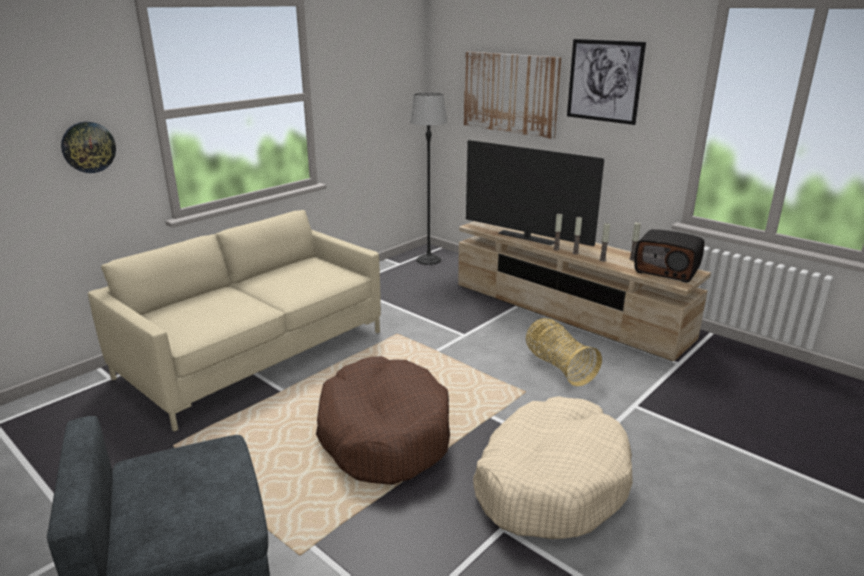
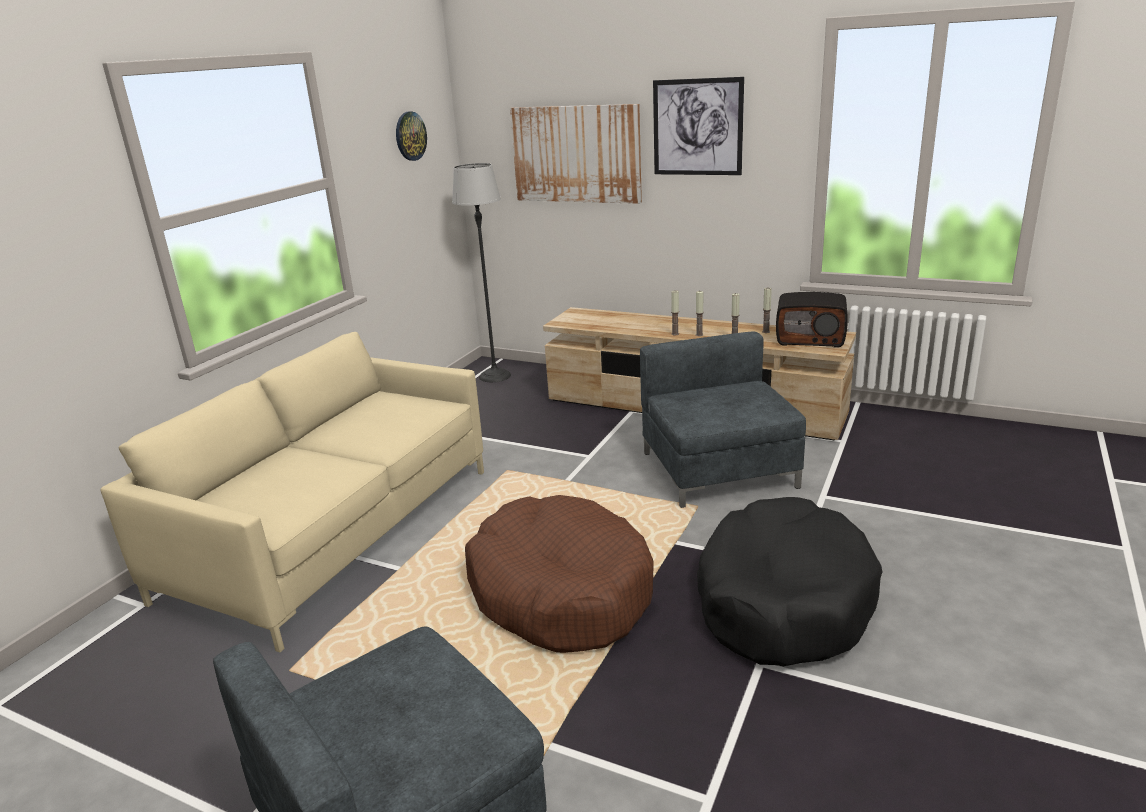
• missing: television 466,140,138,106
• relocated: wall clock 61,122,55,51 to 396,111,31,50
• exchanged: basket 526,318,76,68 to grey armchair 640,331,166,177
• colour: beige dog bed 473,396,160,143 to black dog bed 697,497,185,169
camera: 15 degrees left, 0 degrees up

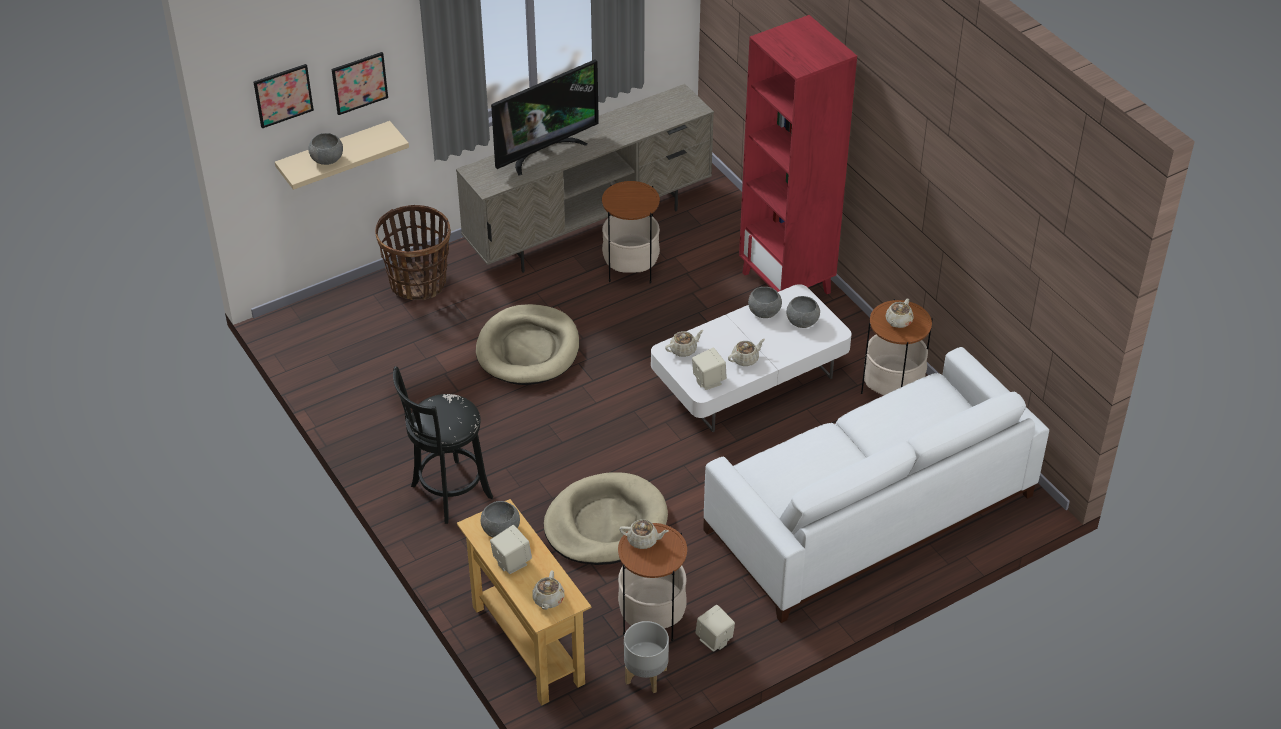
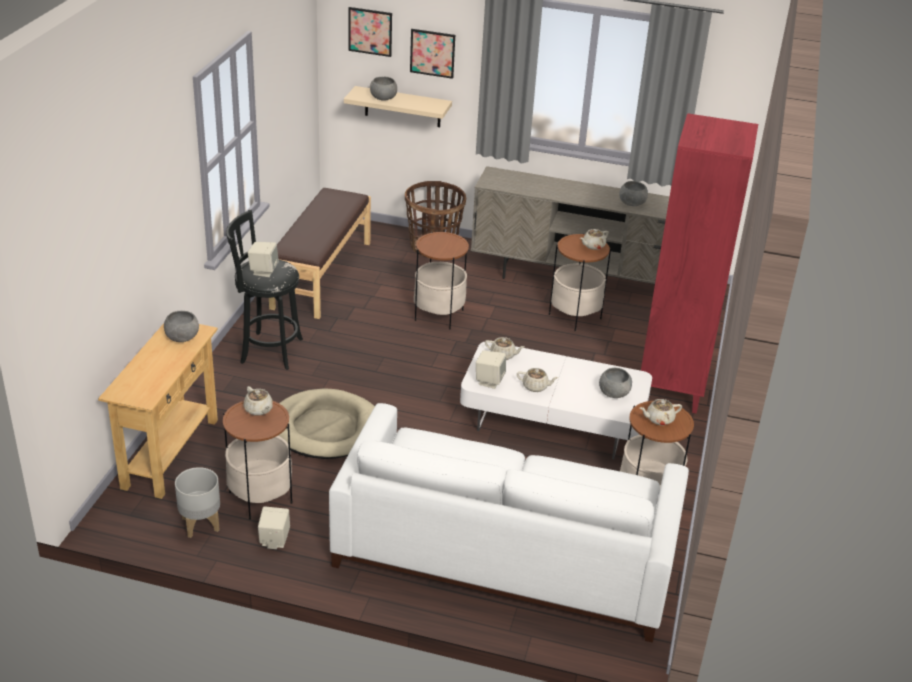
• missing: television 491,59,108,116
• appeared: brown bench 269,188,102,131
• relocated: beige speaker 490,525,42,49 to 248,242,31,35
• relocated: beige teapot 532,570,32,40 to 580,229,29,21
• relocated: grey bowl 748,287,34,31 to 619,181,29,25
• exchanged: beige dog bed 476,304,103,81 to side table 414,232,55,97
camera: 45 degrees right, 10 degrees down

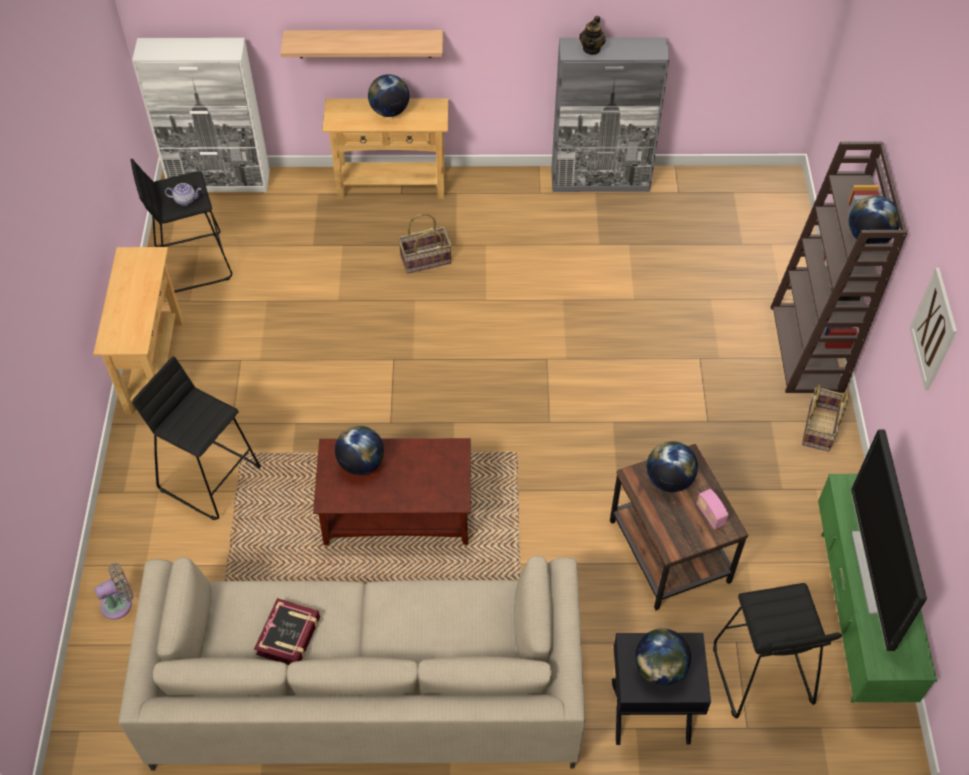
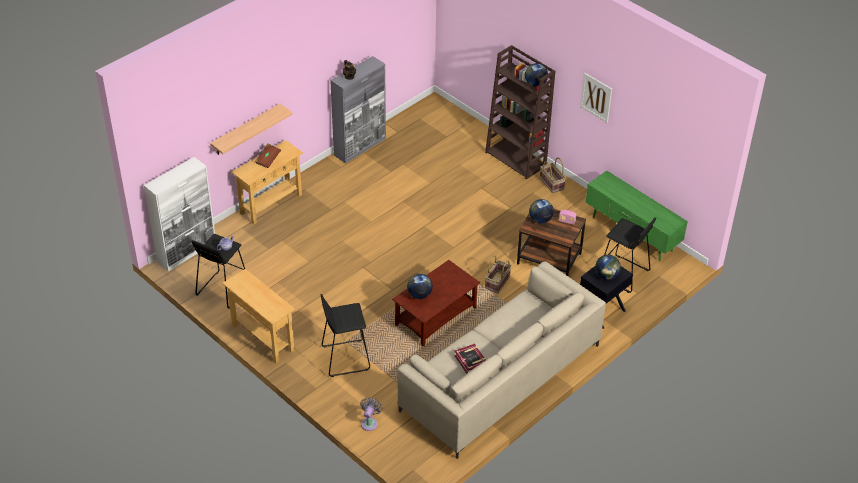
• missing: television 851,430,76,221
• relocated: basket 398,213,54,61 to 485,255,27,39
• exchanged: globe 368,74,41,43 to brown book 255,144,26,24
camera: 45 degrees left, 10 degrees down

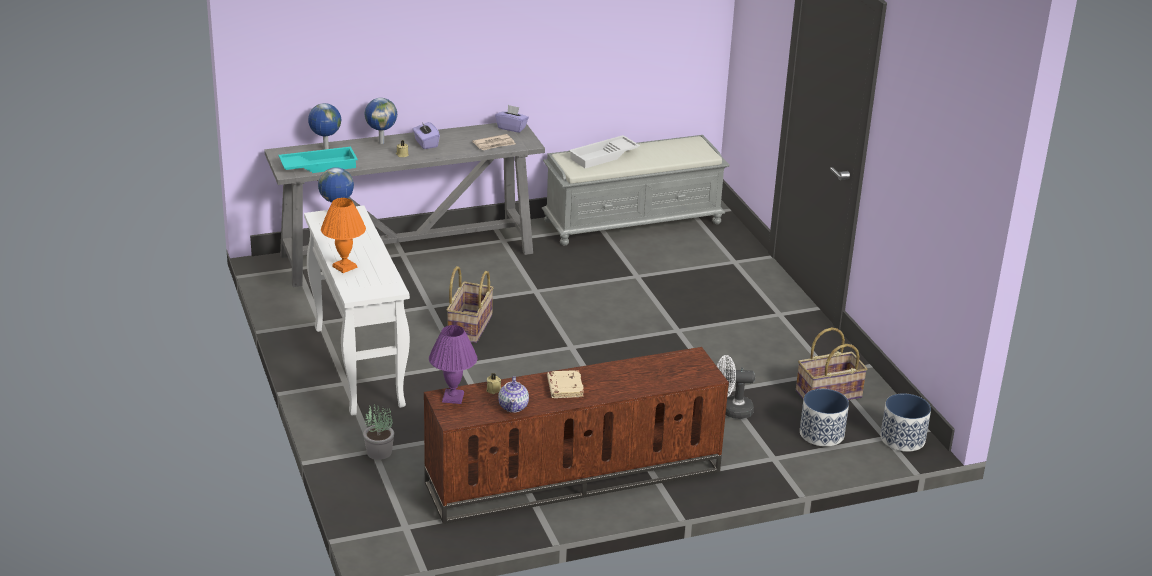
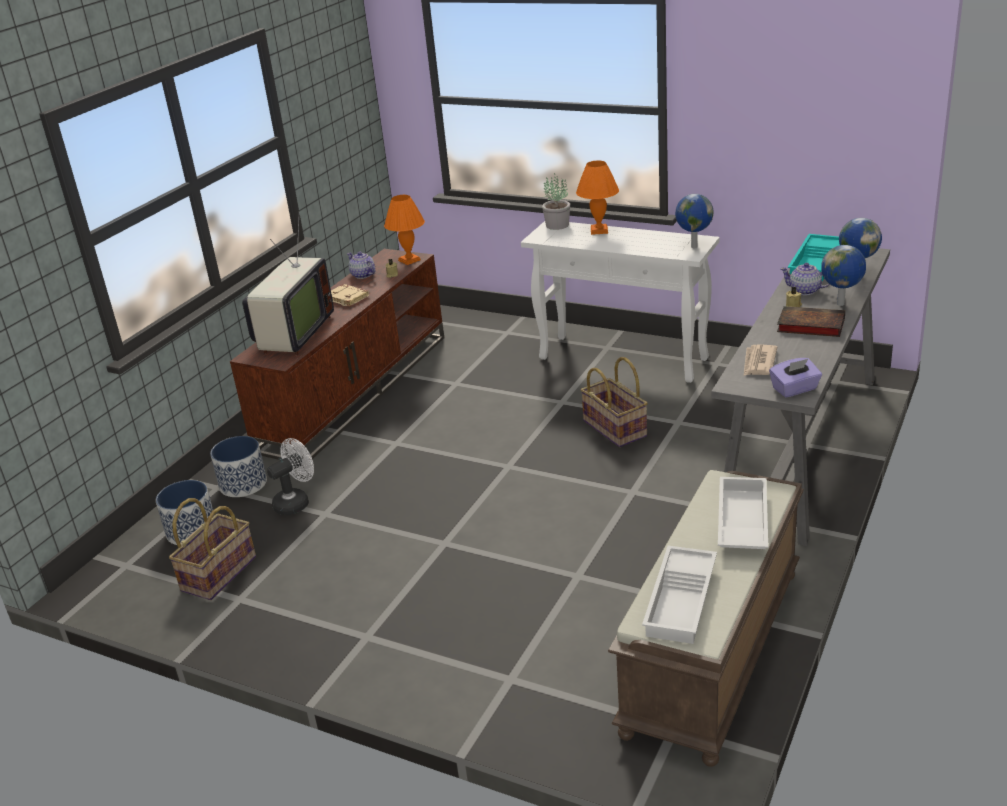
• appeared: television 242,211,92,144
• appeared: white tray 642,545,75,99
• appeared: teapot 780,263,50,32
• relocated: potted plant 363,404,31,56 to 542,173,28,57
• relocated: planter 880,393,51,59 to 210,436,57,61
• exchanged: purple tissue box 413,122,27,27 to book 777,306,68,31
• colour: purple table lamp 429,325,48,79 to orange table lamp 384,195,41,70
• colour: grey bench 542,135,188,110 to brown bench 608,470,196,297
camera: 140 degrees right, 0 degrees up

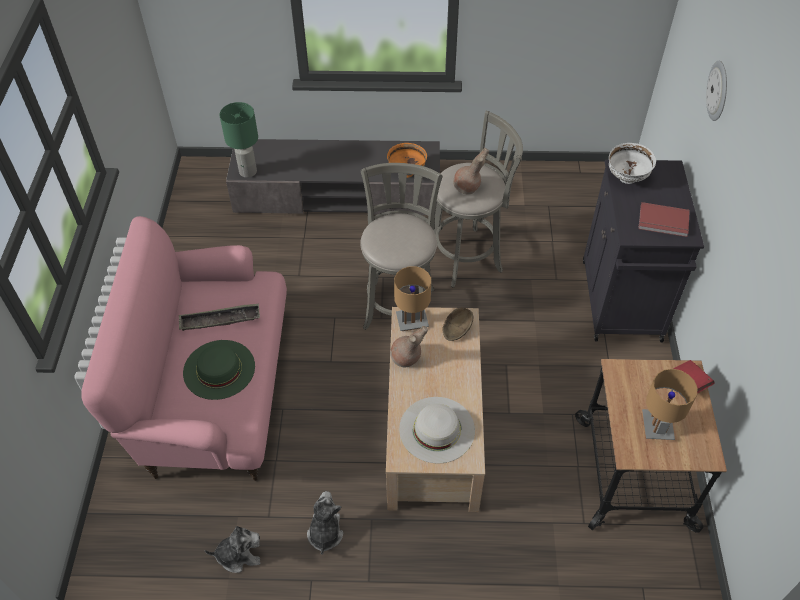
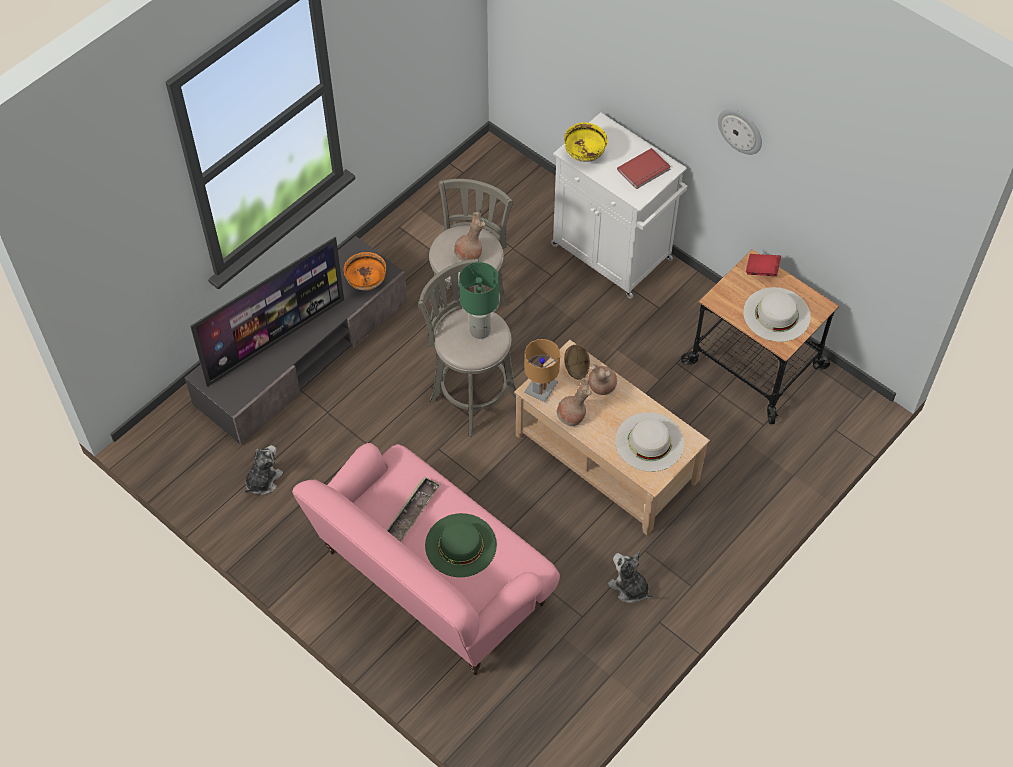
• appeared: television 190,237,154,150
• appeared: brown vase 588,364,29,31
• relocated: plush toy 205,526,55,47 to 244,445,39,50
• relocated: green table lamp 220,102,38,76 to 459,262,40,77
• relocated: wall clock 706,61,21,60 to 718,109,44,46
• exchanged: brown table lamp 642,369,55,71 to white hat 743,287,68,55
• colour: black cabinet 583,160,121,182 to white cabinet 551,112,136,187
• colour: white bowl 609,143,47,41 to yellow bowl 564,122,44,40
camera: 50 degrees left, 5 degrees up

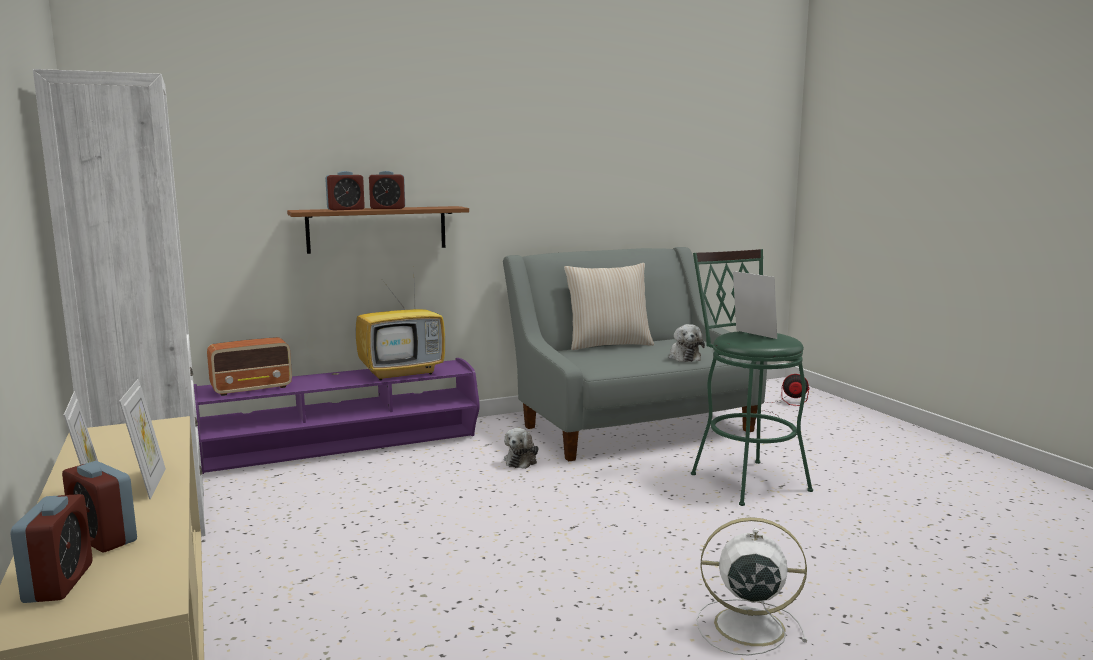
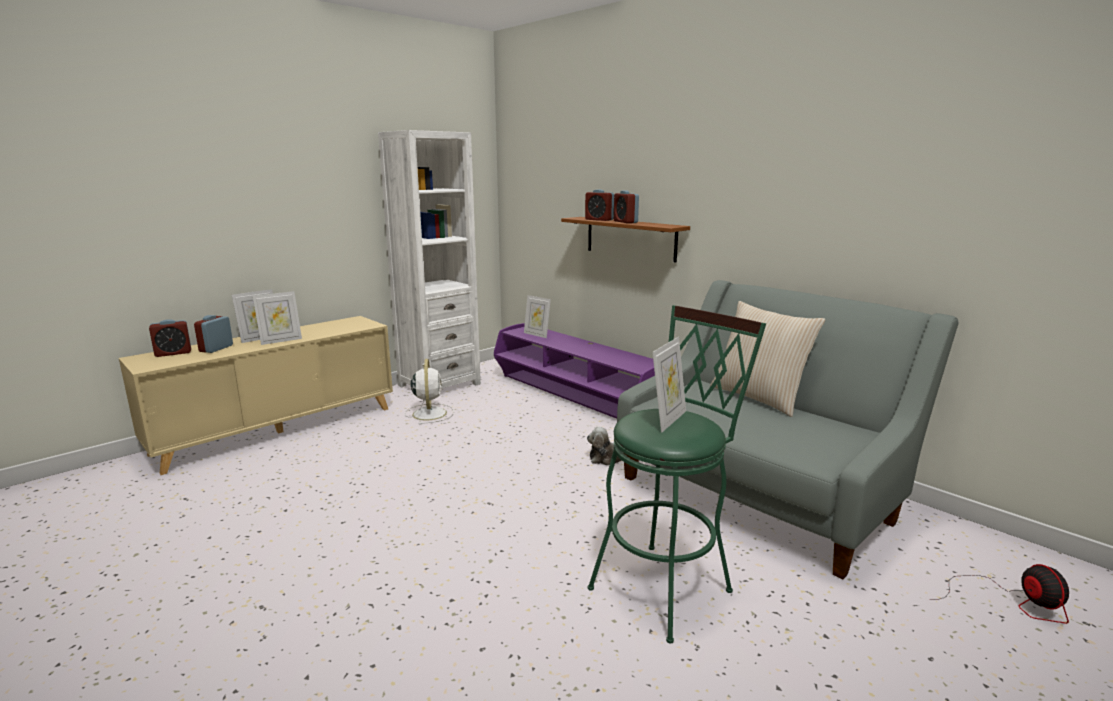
• missing: television 356,277,89,104
• missing: plush toy 669,324,36,38
• relocated: white fan 697,517,110,139 to 405,359,49,66
• exchanged: radio 207,337,85,59 to picture frame 524,295,27,43
camera: 70 degrees right, 5 degrees up

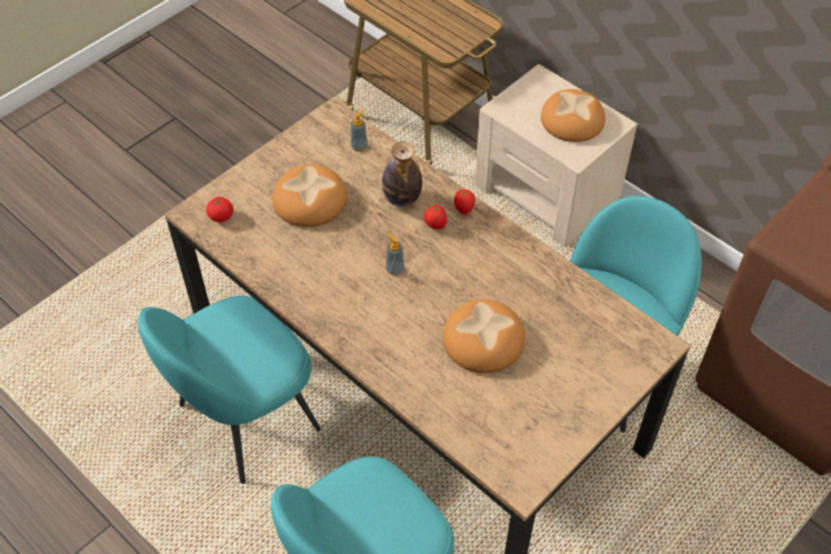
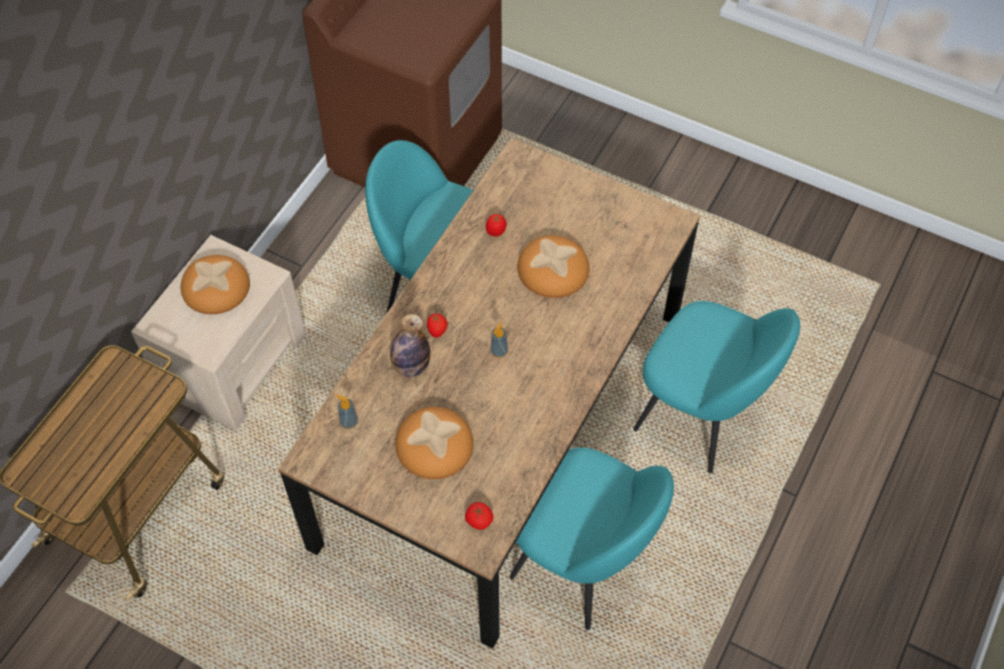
• relocated: tomato 454,189,21,25 to 486,214,21,22
camera: 105 degrees left, 5 degrees up

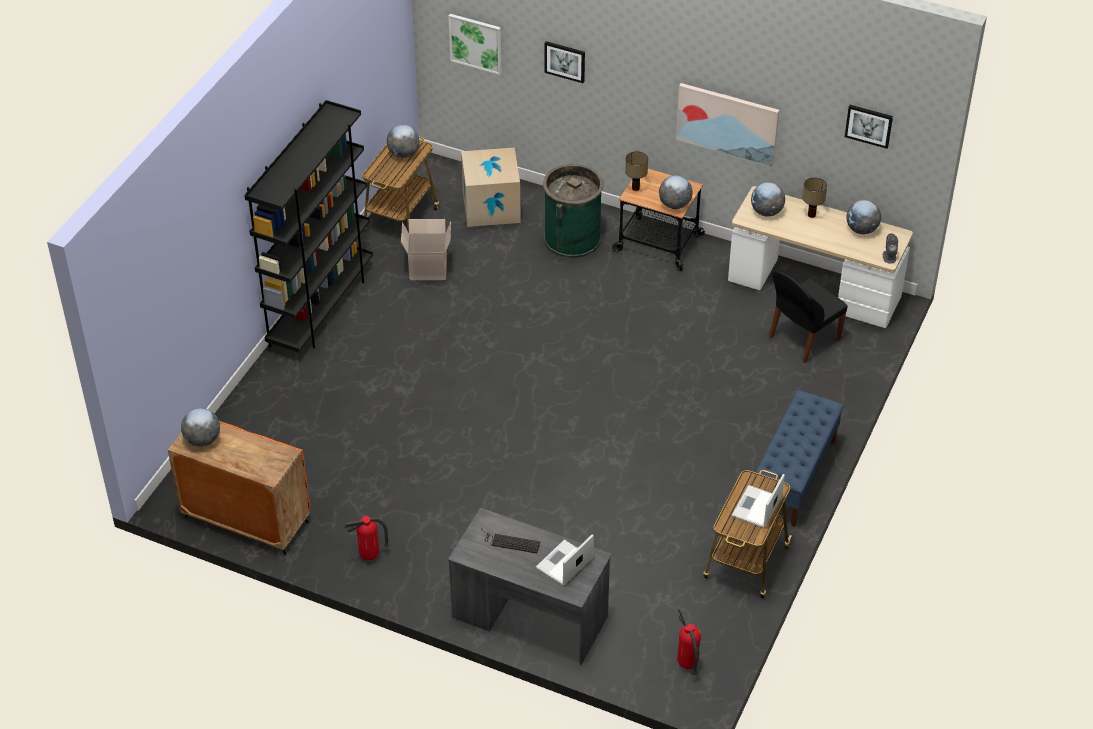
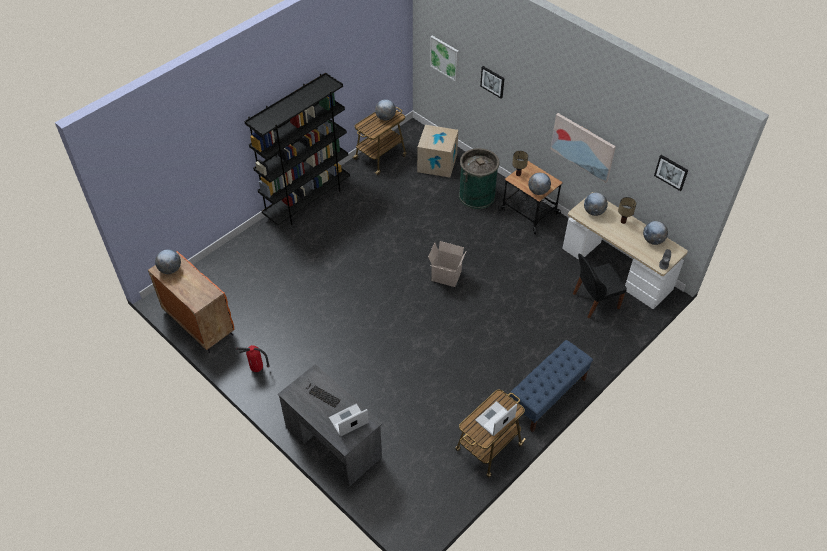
• missing: fire extinguisher 677,609,24,66
• relocated: cardboard box 401,219,50,61 to 428,241,39,46
camera: 20 degrees right, 5 degrees up

